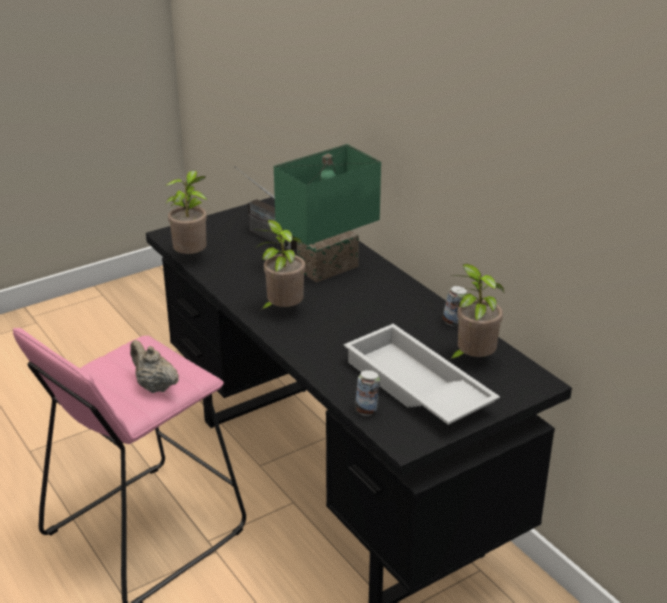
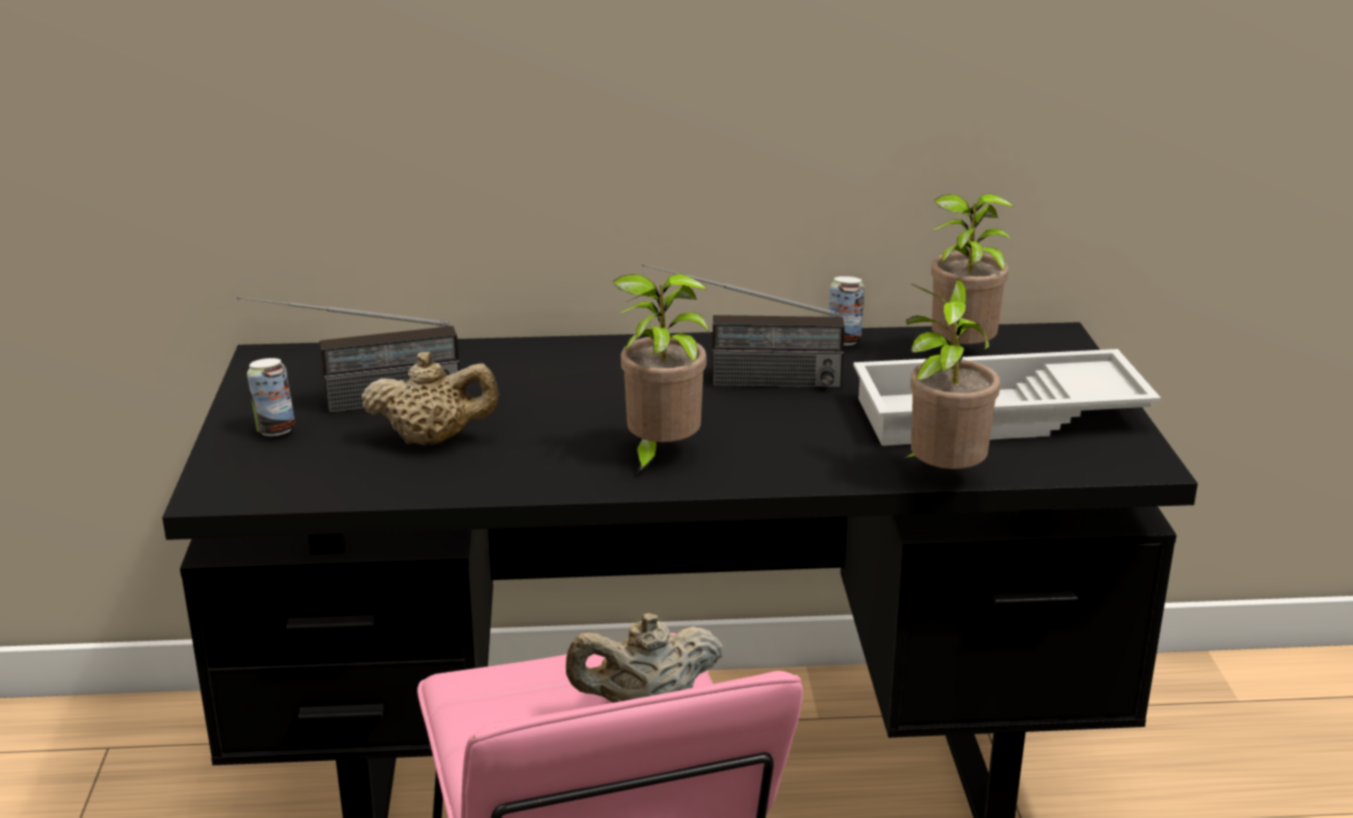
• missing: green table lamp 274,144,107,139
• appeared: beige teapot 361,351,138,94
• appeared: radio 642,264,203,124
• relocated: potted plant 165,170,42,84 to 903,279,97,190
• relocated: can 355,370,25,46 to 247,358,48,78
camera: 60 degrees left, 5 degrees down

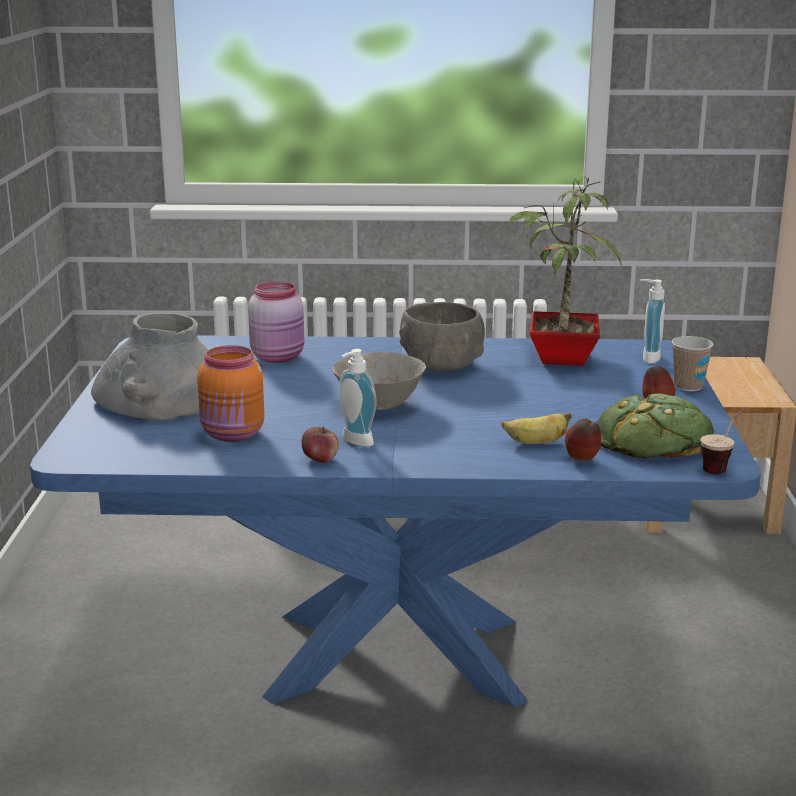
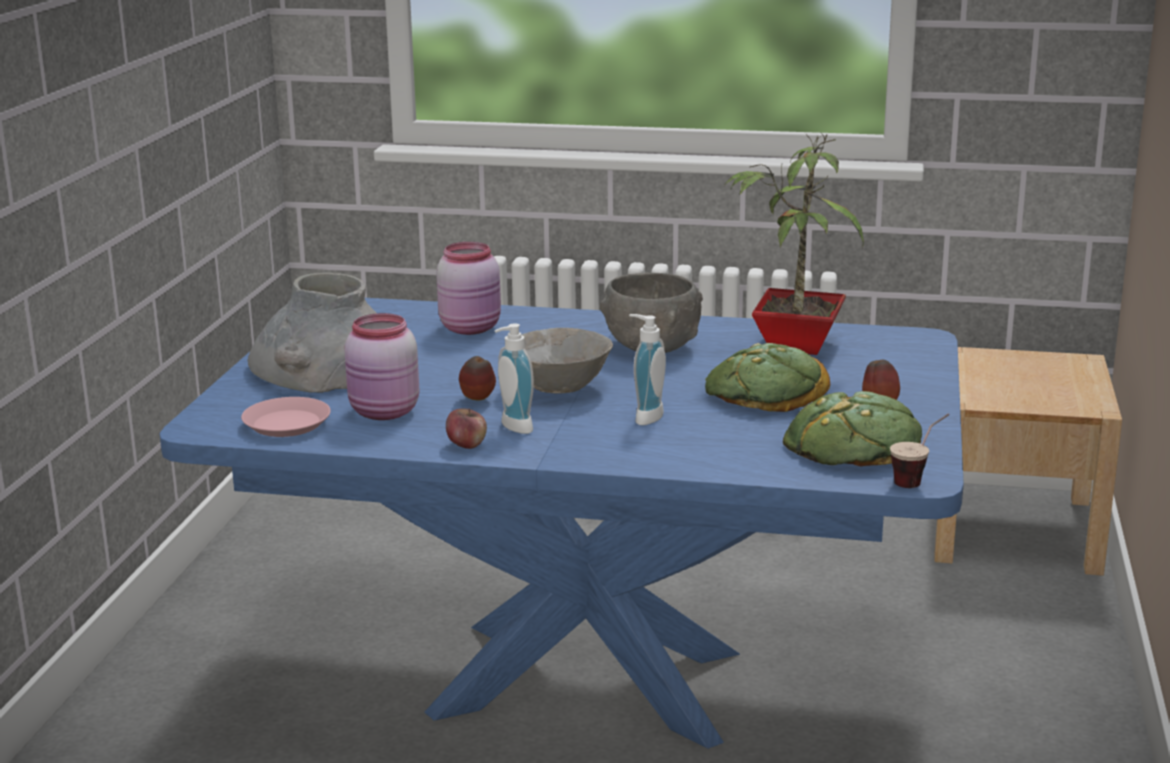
• missing: banana 502,412,70,32
• missing: cup 672,336,41,55
• appeared: pink plate 241,397,90,40
• appeared: bread 705,343,125,69
• relocated: apple 565,418,36,43 to 459,356,37,44
• relocated: soap dispenser 640,279,25,84 to 629,314,37,111
• colour: orange jar 197,345,67,97 to pink jar 344,313,75,107
camera: 10 degrees right, 0 degrees up

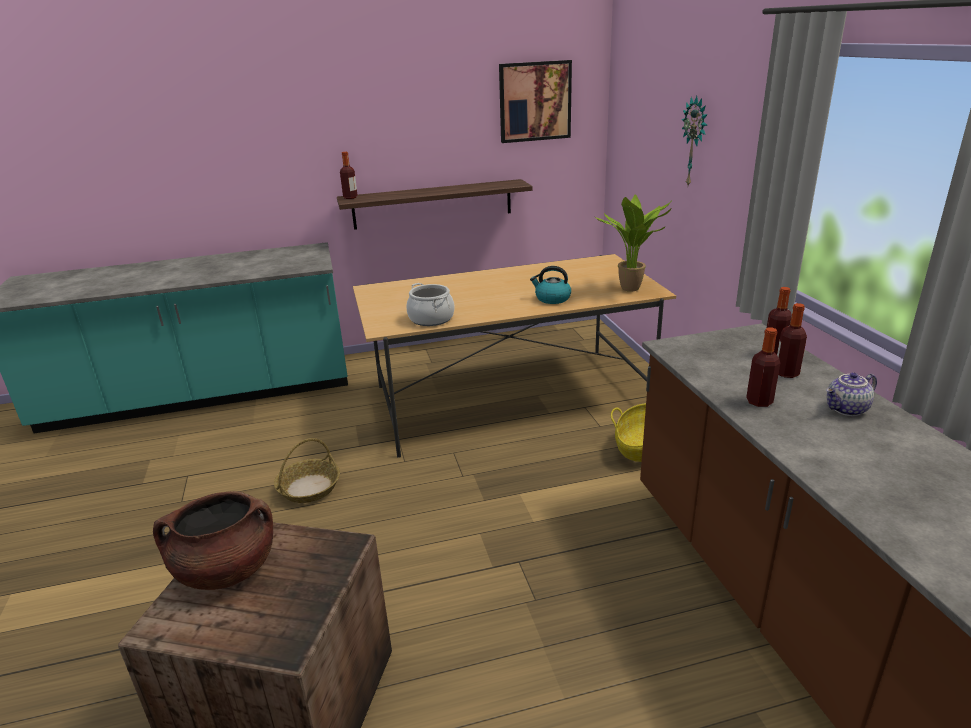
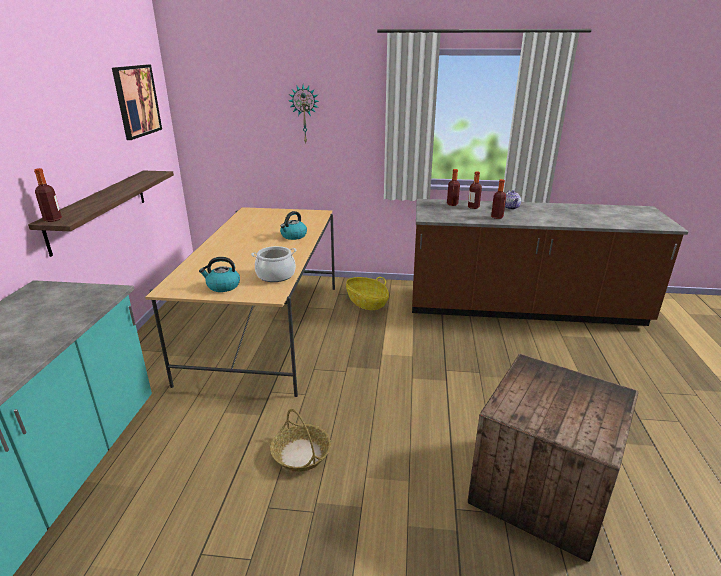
• missing: brown cooking pot 153,491,120,99
• missing: potted plant 593,194,79,98
• appeared: kettle 199,257,41,35
camera: 70 degrees left, 0 degrees up

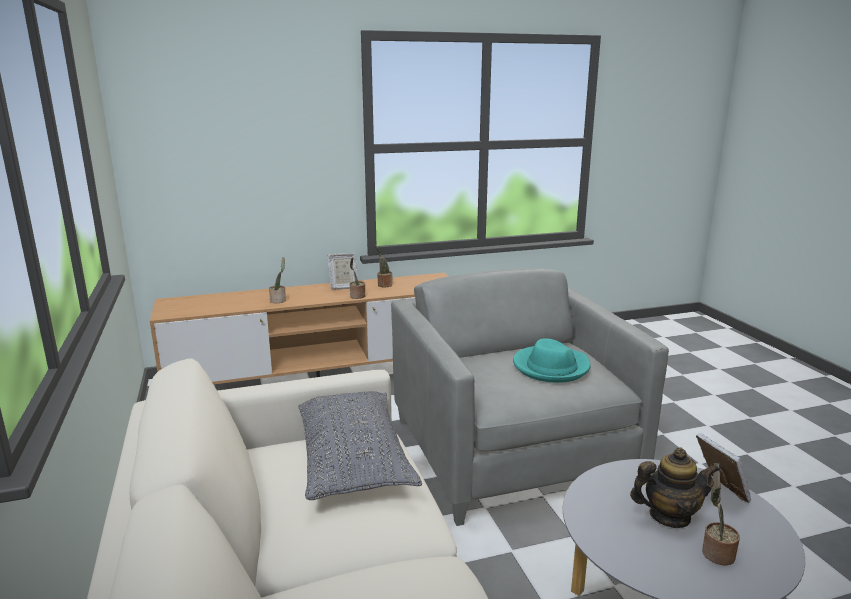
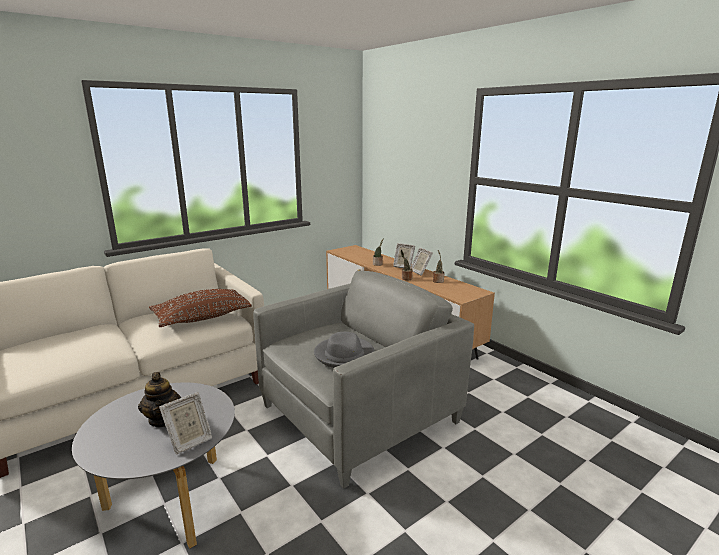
• missing: potted plant 702,487,38,79
• appeared: picture frame 393,243,22,25
• colour: grey pillow 298,391,124,109 to brown pillow 149,289,103,38
• colour: turquoise hat 513,338,78,45 to grey hat 314,332,60,36
camera: 70 degrees right, 0 degrees up

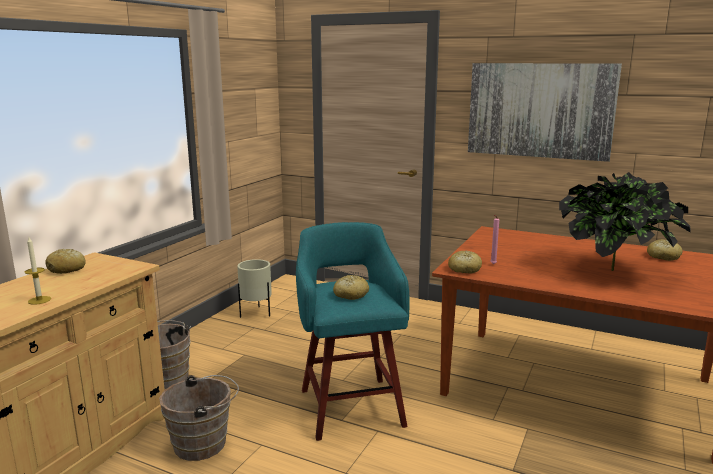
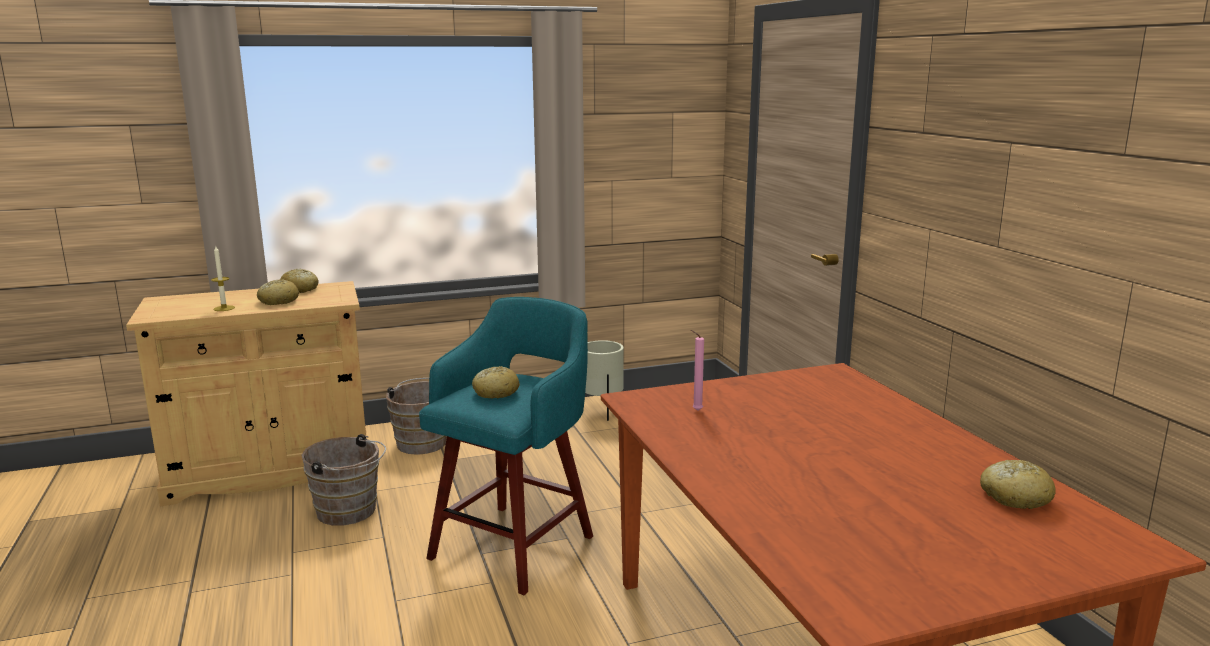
• missing: picture 468,63,154,99
• missing: potted plant 559,172,132,99
• relocated: bread 448,250,34,23 to 257,279,42,26
camera: 45 degrees right, 0 degrees up

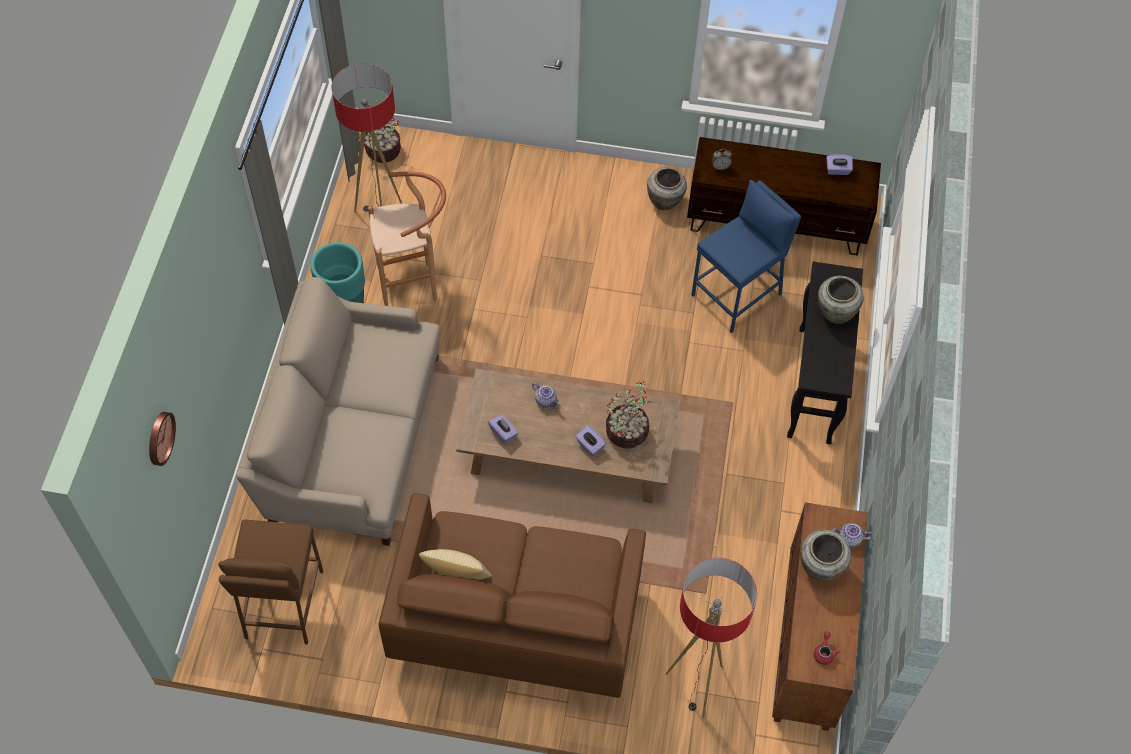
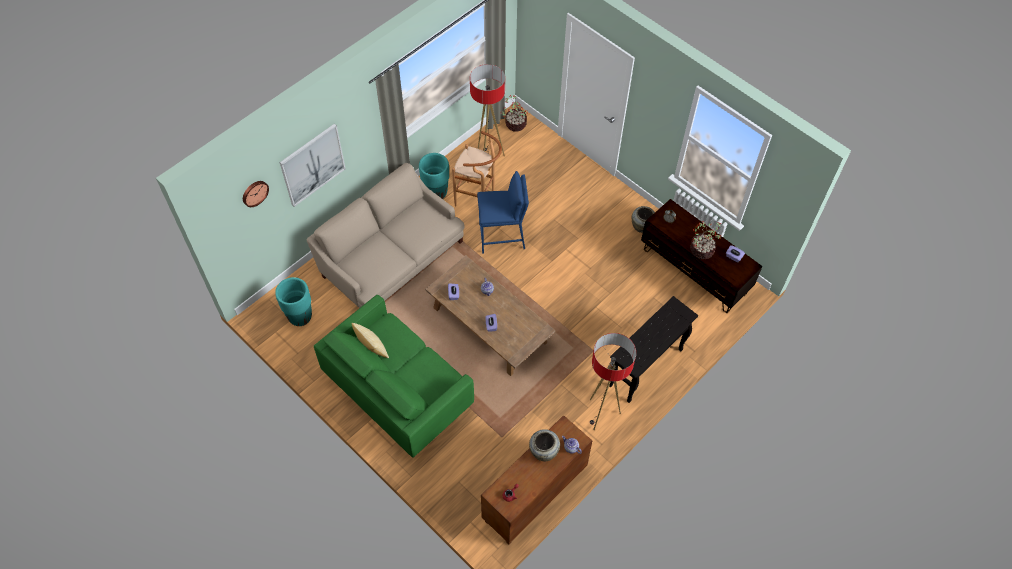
• missing: beige vase 818,276,46,48
• appeared: picture 280,123,66,84
• relocated: potted plant 606,382,45,66 to 690,222,31,37
• relocated: floor lamp 666,558,91,159 to 590,333,46,97
• relocated: blue stool 691,180,110,153 to 477,171,52,82
• exchanged: brown stool 218,520,105,125 to turquoise planter 275,277,37,49
• colour: brown sofa 379,493,267,205 to green sofa 314,295,160,163
camera: 35 degrees right, 0 degrees up

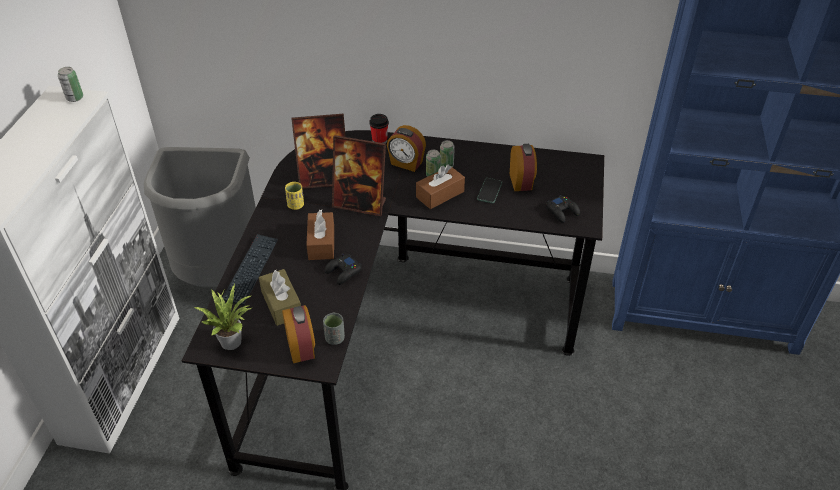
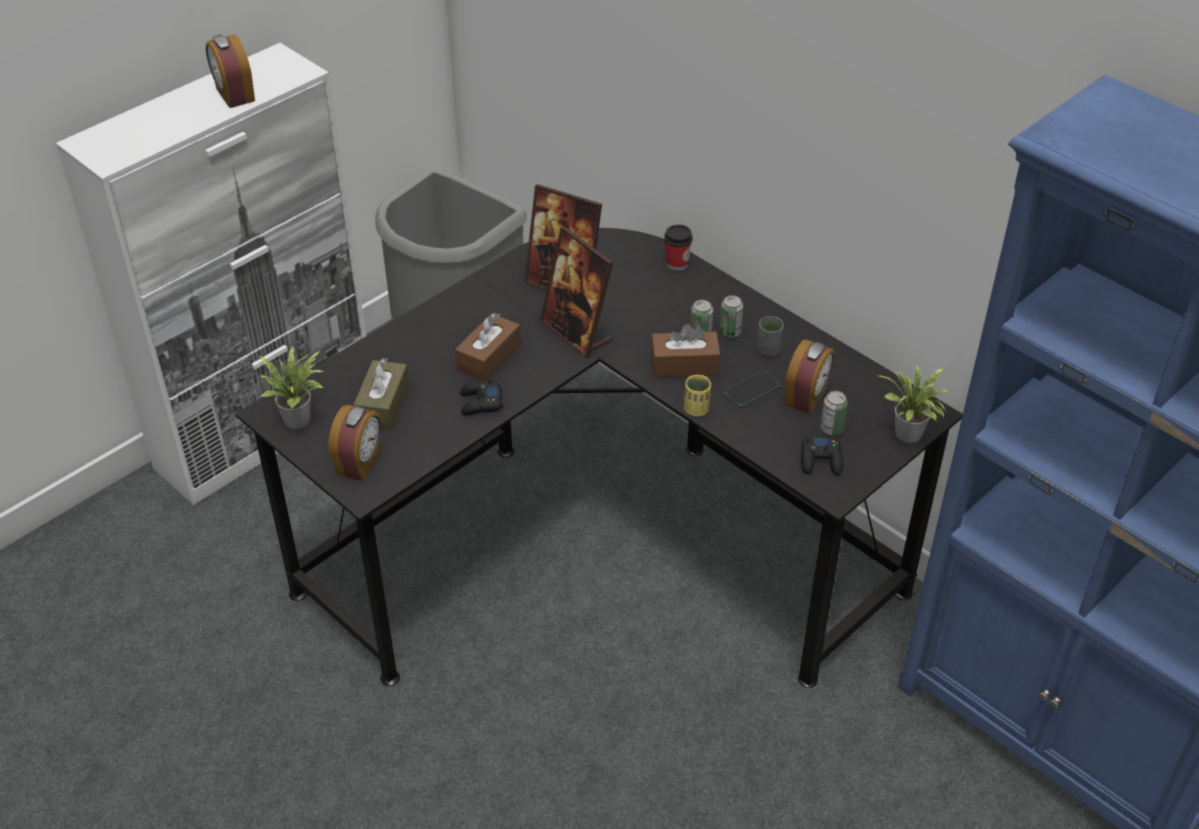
• missing: keyboard 222,234,56,71
• appeared: potted plant 879,363,73,80
• relocated: can 58,67,25,35 to 820,391,28,44
• relocated: yellow cup 285,182,19,28 to 684,375,27,41
• relocated: grey cup 323,312,22,33 to 757,316,27,40
• relocated: alarm clock 387,125,39,47 to 206,34,49,74
camera: 35 degrees right, 0 degrees up

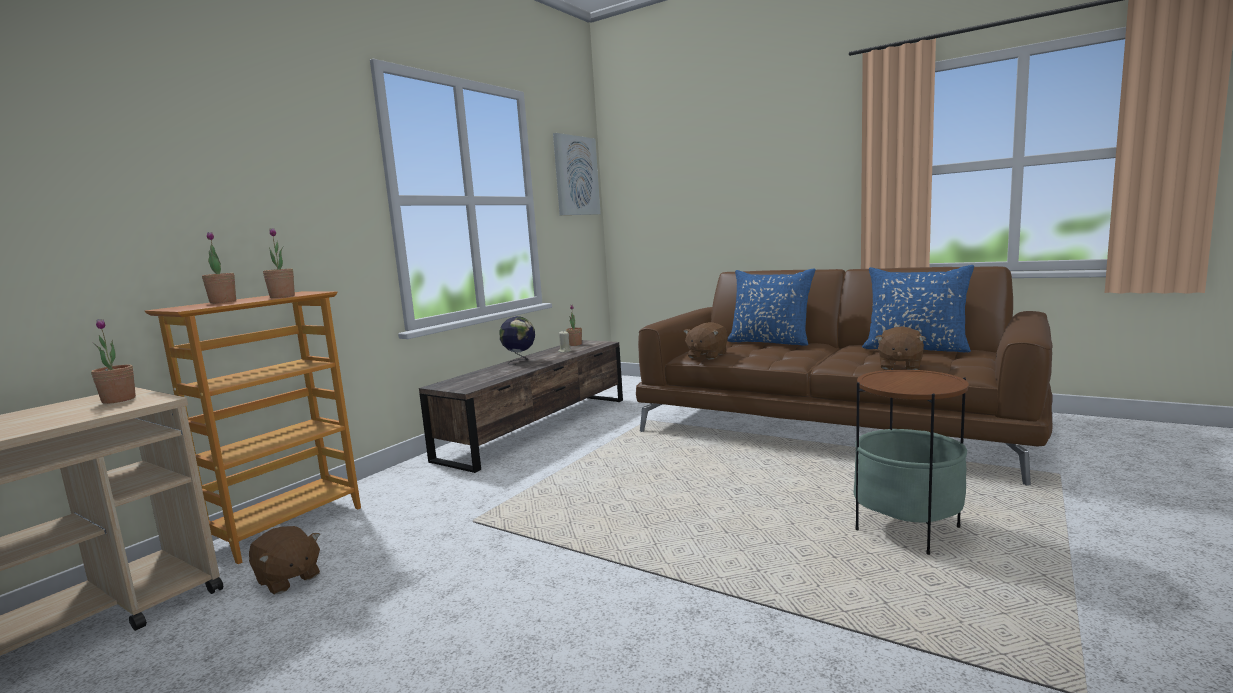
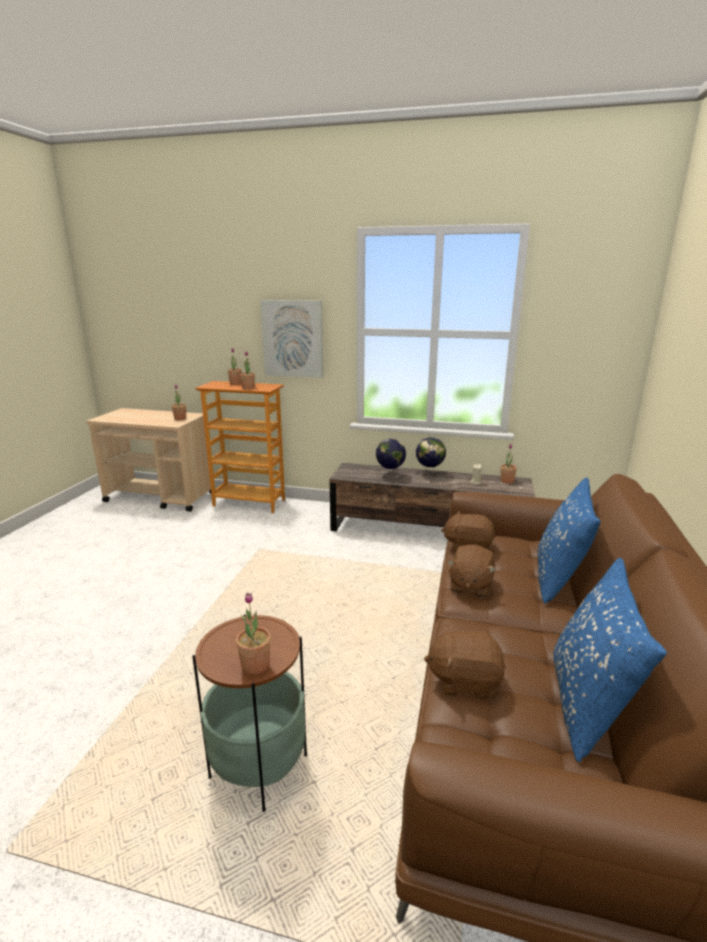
• appeared: potted plant 236,592,35,82
• appeared: globe 376,439,30,41
• relocated: brown plush toy 249,526,71,69 to 447,545,49,53
• relocated: picture 553,133,48,82 to 260,300,63,78
camera: 70 degrees right, 10 degrees up

